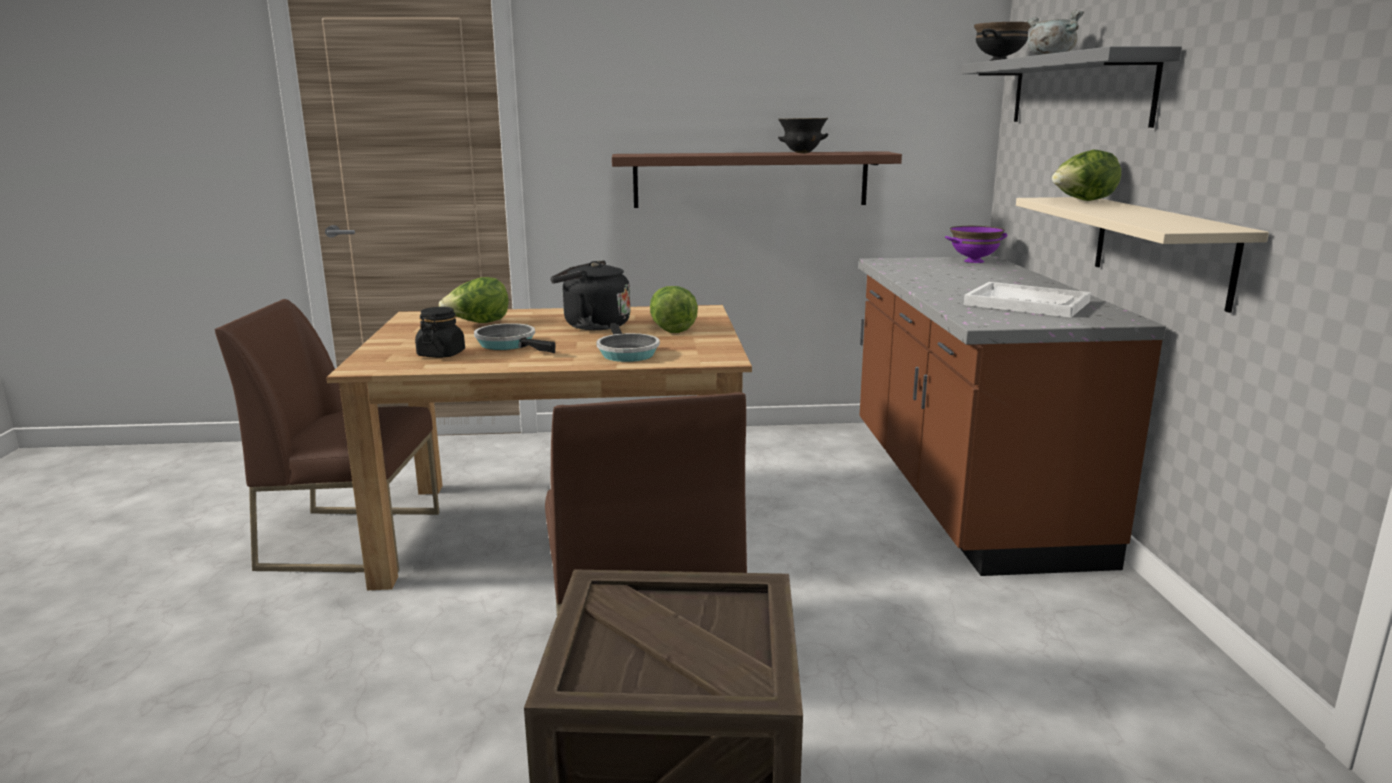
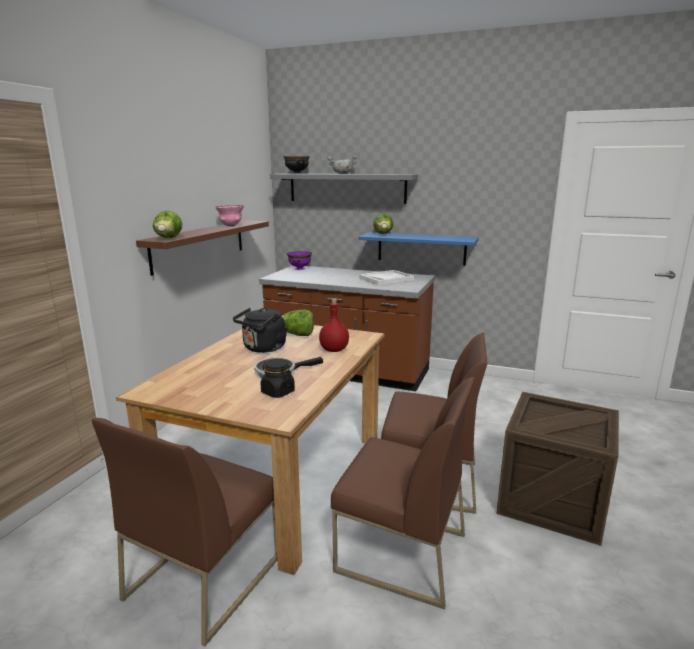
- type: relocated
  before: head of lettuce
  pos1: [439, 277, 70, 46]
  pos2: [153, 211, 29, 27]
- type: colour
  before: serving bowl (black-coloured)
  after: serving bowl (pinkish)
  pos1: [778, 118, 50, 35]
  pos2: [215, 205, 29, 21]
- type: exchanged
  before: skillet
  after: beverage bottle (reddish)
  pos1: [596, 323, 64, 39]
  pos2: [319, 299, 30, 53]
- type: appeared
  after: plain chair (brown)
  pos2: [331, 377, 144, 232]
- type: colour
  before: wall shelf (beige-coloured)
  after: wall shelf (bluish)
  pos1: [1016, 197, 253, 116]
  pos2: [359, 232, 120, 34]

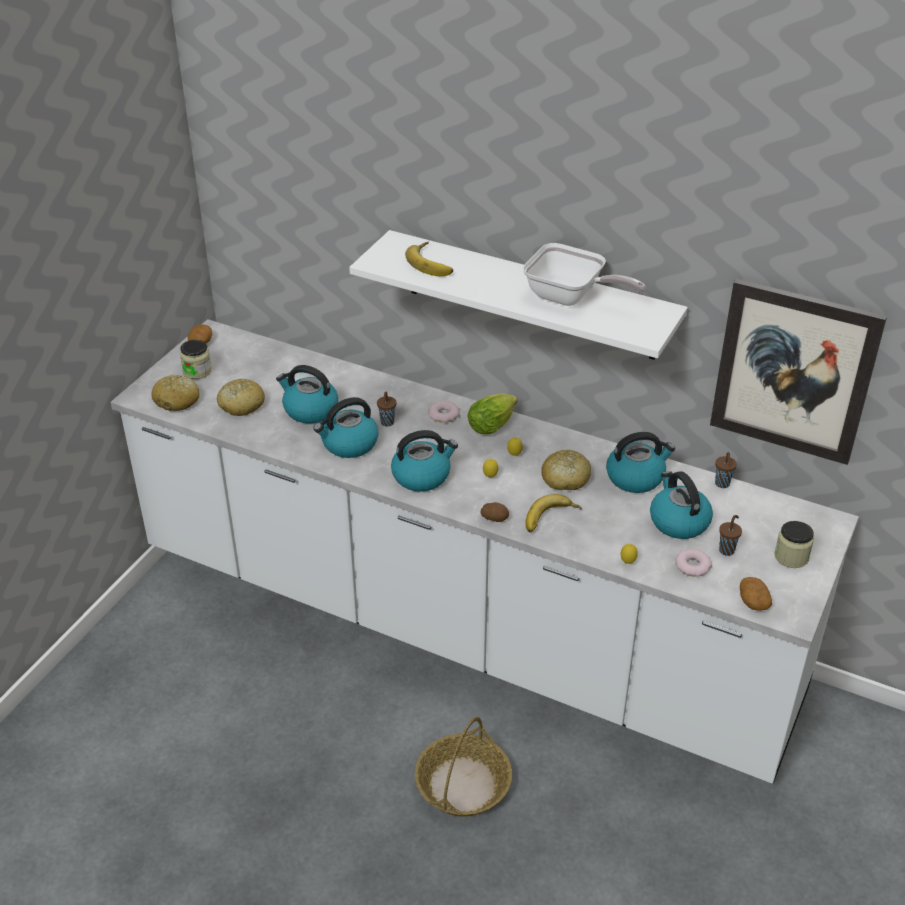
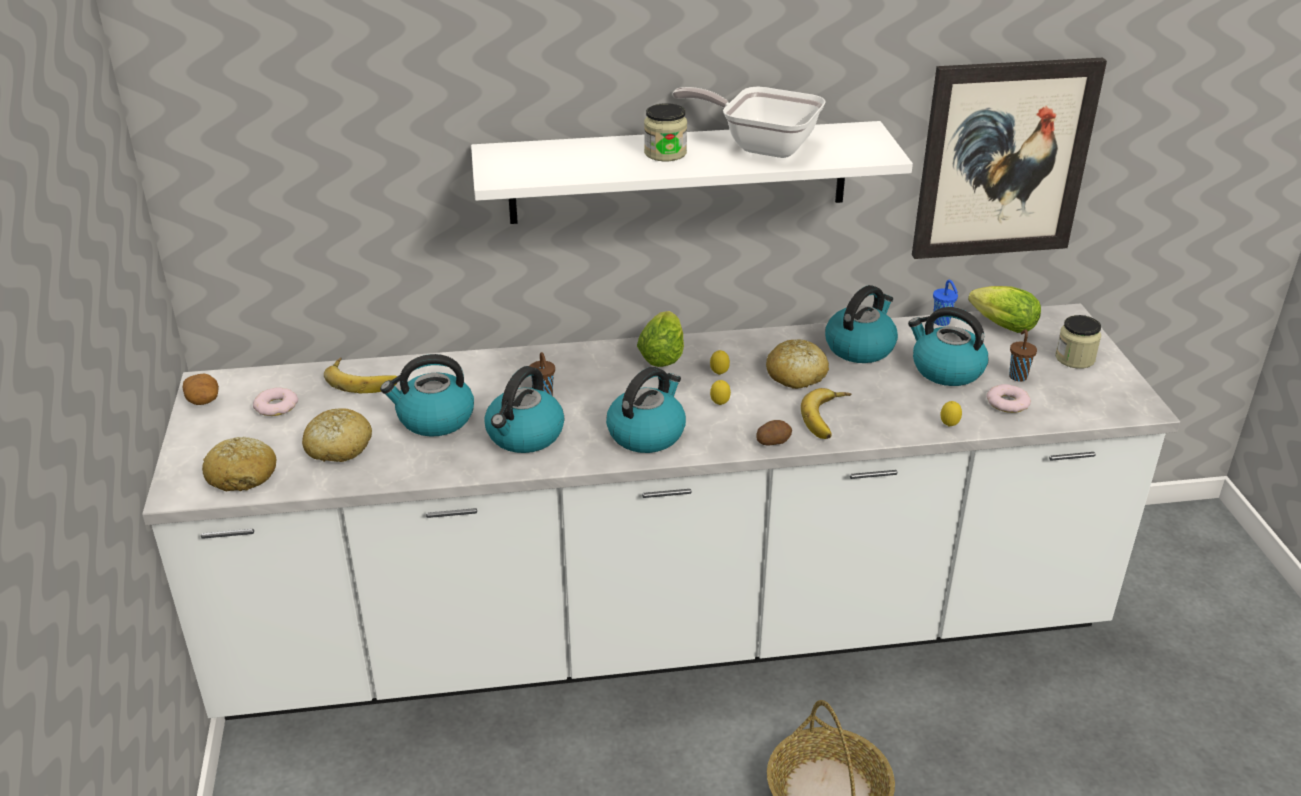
- type: relocated
  before: donut
  pos1: [428, 401, 32, 22]
  pos2: [253, 387, 45, 29]
- type: relocated
  before: whole banana
  pos1: [405, 242, 48, 35]
  pos2: [324, 358, 74, 35]
- type: relocated
  before: storage jar
  pos1: [180, 340, 32, 39]
  pos2: [644, 103, 43, 58]
- type: spun
  before: skillet
  pos1: [523, 243, 123, 63]
  pos2: [673, 87, 153, 71]
  turn: -150
- type: colour
  before: cup (brown)
  after: cup (bluish)
  pos1: [715, 452, 22, 36]
  pos2: [933, 280, 25, 46]
- type: appeared
  after: head of lettuce
  pos2: [968, 286, 73, 47]
- type: missing
  before: potato
  pos1: [740, 577, 32, 34]

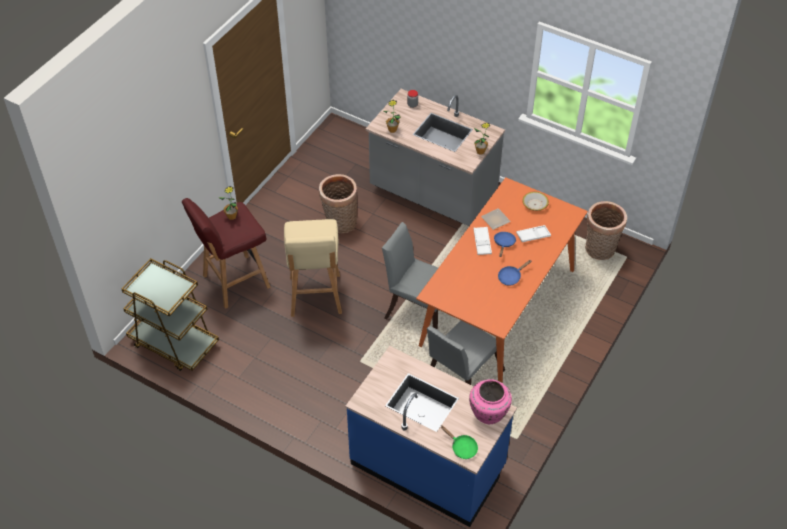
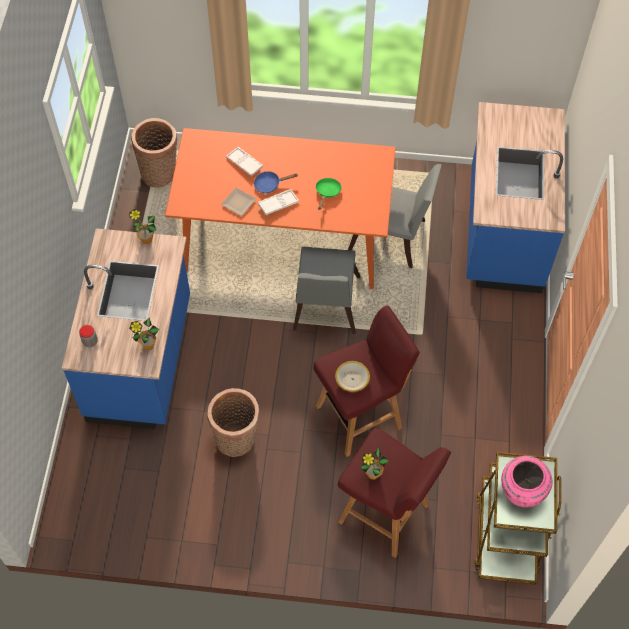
- type: colour
  before: kitchen counter (grey)
  after: kitchen counter (bluish)
  pos1: [366, 89, 139, 137]
  pos2: [62, 228, 128, 201]
- type: colour
  before: stool (beige-coloured)
  after: stool (reddish)
  pos1: [284, 219, 58, 98]
  pos2: [313, 306, 107, 151]
- type: relocated
  before: skillet (greenish)
  pos1: [440, 426, 38, 33]
  pos2: [316, 178, 25, 32]
- type: relocated
  before: serving bowl
  pos1: [522, 191, 27, 20]
  pos2: [335, 361, 35, 31]
- type: relocated
  before: vase (pinkish)
  pos1: [469, 379, 43, 45]
  pos2: [501, 456, 51, 52]
- type: missing
  before: skillet (bluish)
  pos1: [498, 260, 34, 26]

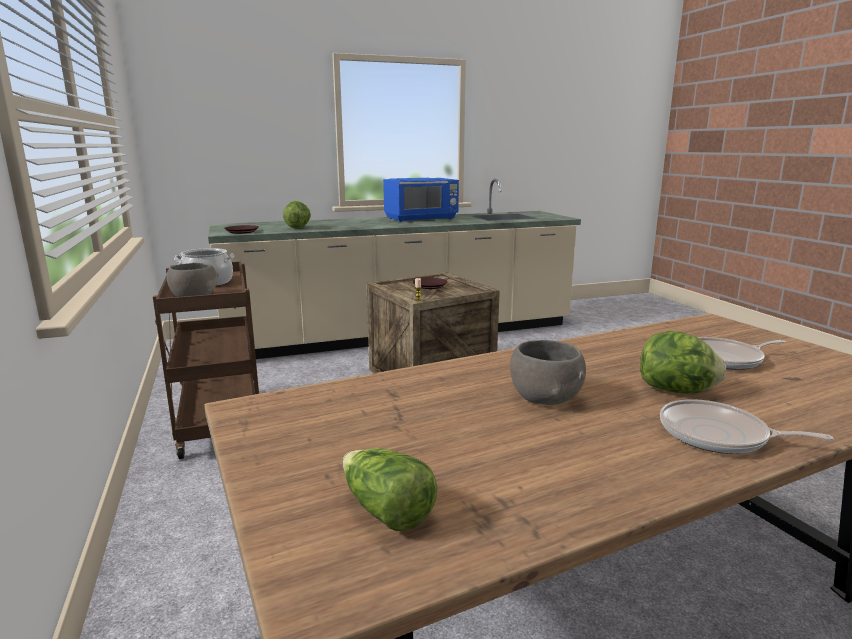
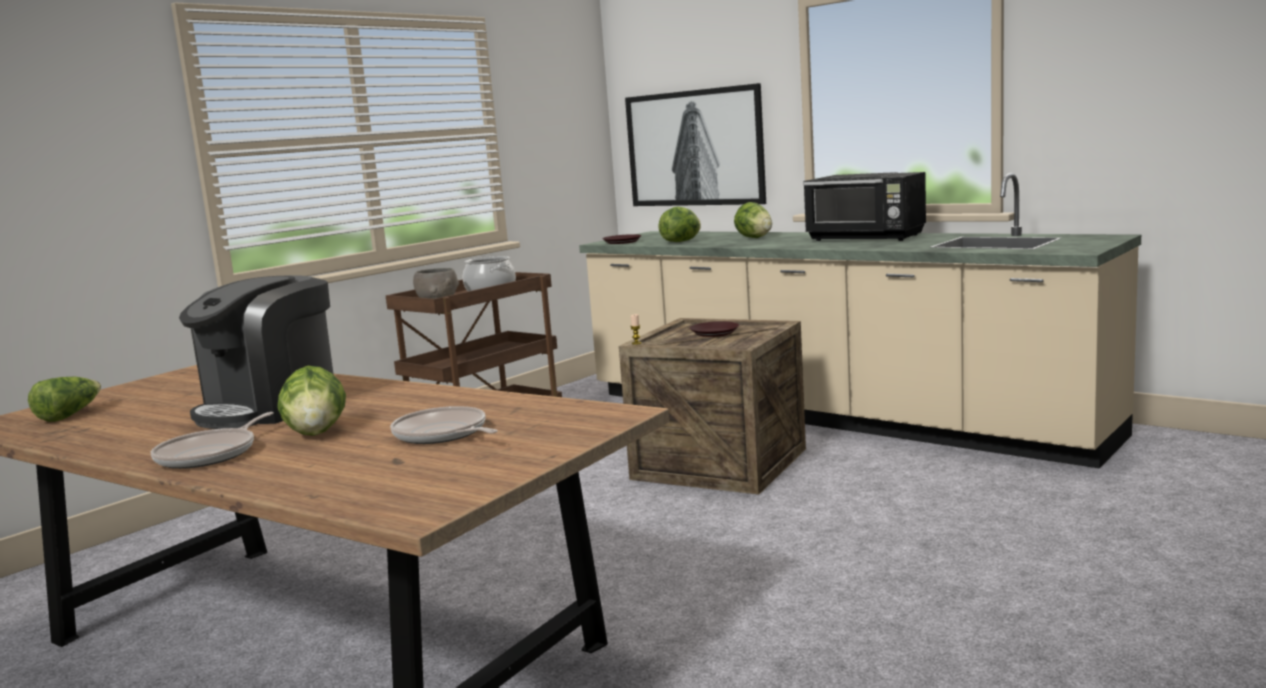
- type: spun
  before: skillet
  pos1: [660, 399, 174, 55]
  pos2: [151, 412, 123, 57]
  turn: -150
- type: exchanged
  before: serving bowl (grey)
  after: coffee brewer
  pos1: [510, 340, 76, 65]
  pos2: [179, 275, 155, 154]
- type: appeared
  after: wall picture
  pos2: [625, 83, 141, 123]
- type: appeared
  after: head of lettuce
  pos2: [734, 202, 38, 36]
- type: colour
  before: microwave (bluish)
  after: microwave (black-coloured)
  pos1: [383, 178, 76, 44]
  pos2: [803, 172, 123, 69]

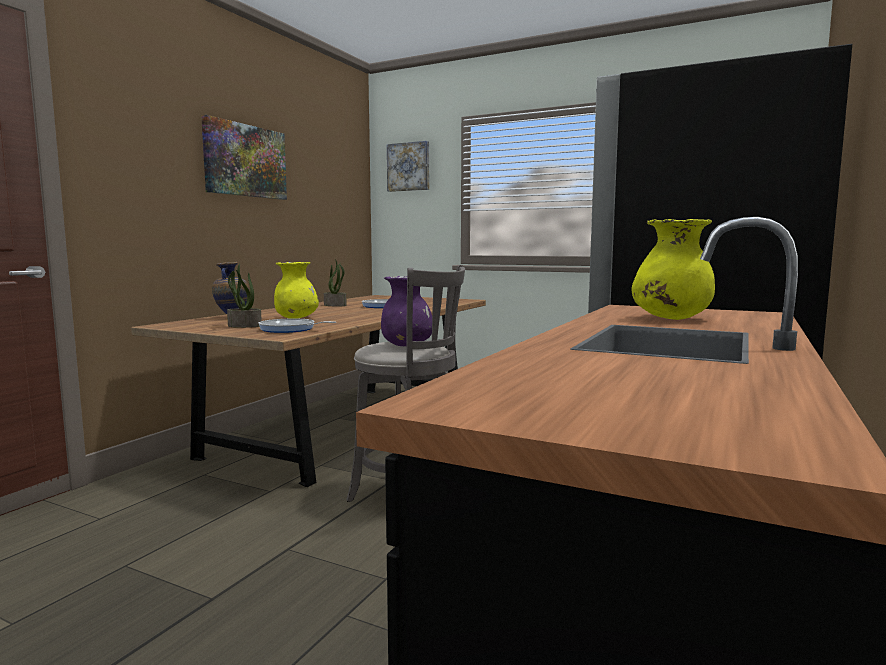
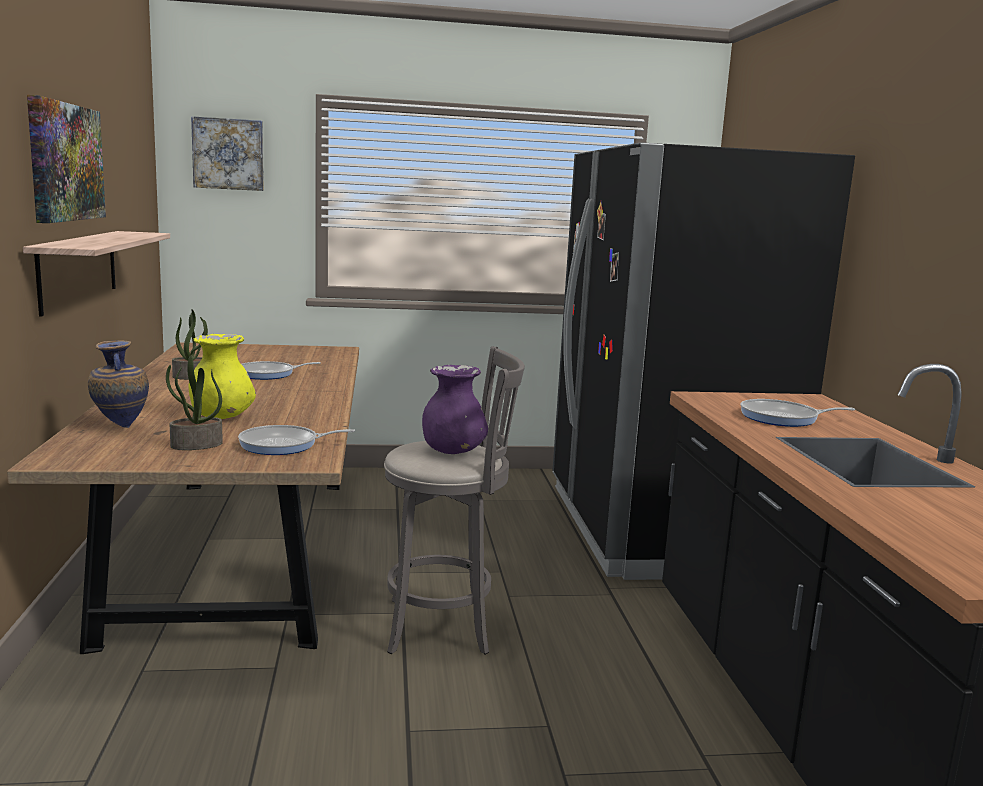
- type: appeared
  after: wall shelf
  pos2: [23, 231, 147, 86]
- type: exchanged
  before: vase (yellow)
  after: skillet
  pos1: [632, 219, 83, 101]
  pos2: [741, 399, 114, 28]

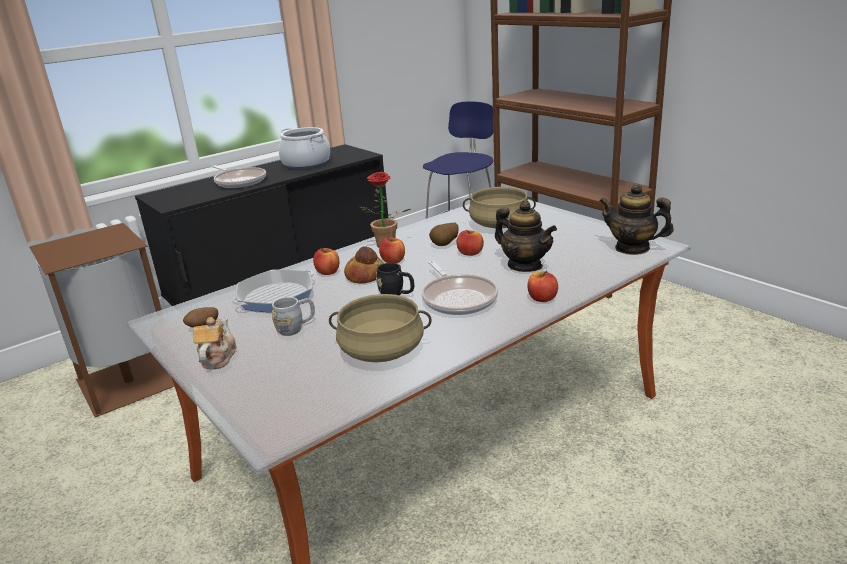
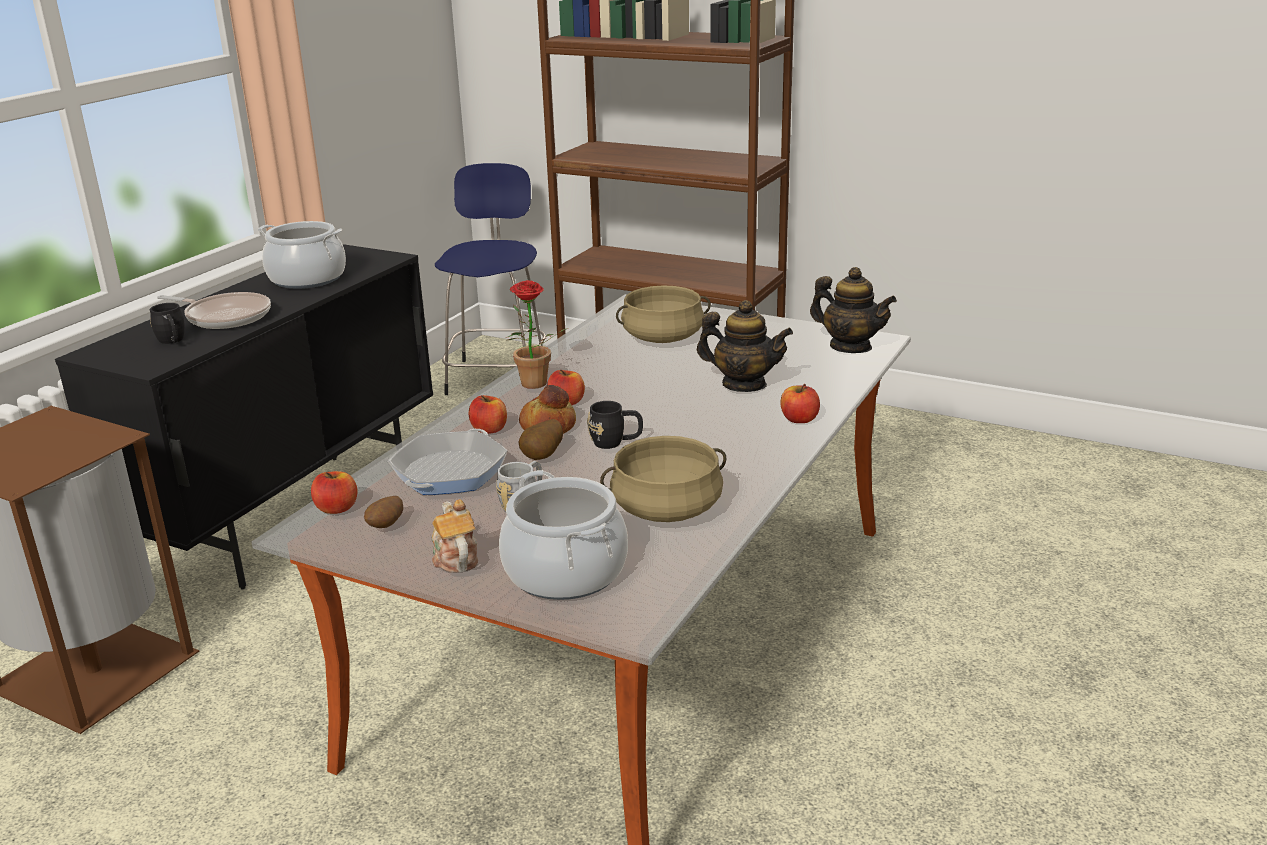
- type: appeared
  after: tea mug (black-coloured)
  pos2: [150, 303, 35, 41]
- type: relocated
  before: apple fruit
  pos1: [457, 230, 27, 26]
  pos2: [311, 471, 46, 43]
- type: appeared
  after: saucepot
  pos2: [499, 470, 129, 130]
- type: relocated
  before: potato
  pos1: [429, 223, 30, 23]
  pos2: [518, 419, 45, 41]
- type: spun
  before: tea pot
  pos1: [600, 184, 74, 71]
  pos2: [810, 267, 87, 86]
  turn: -150
- type: missing
  before: skillet
  pos1: [422, 261, 76, 54]

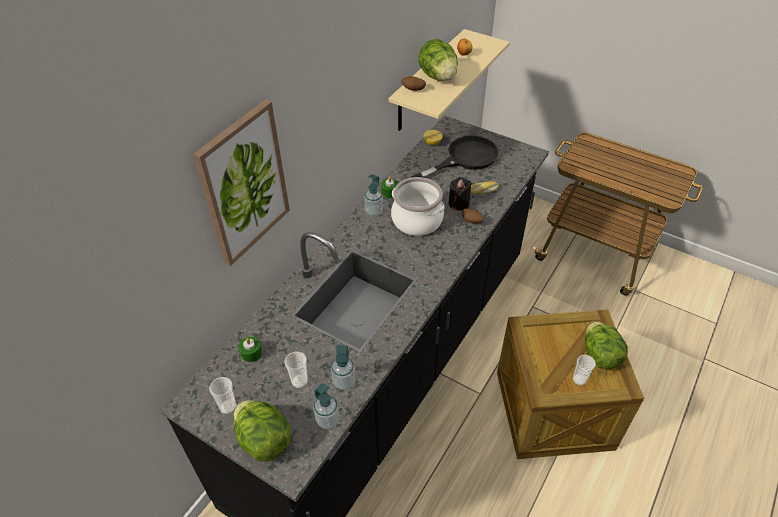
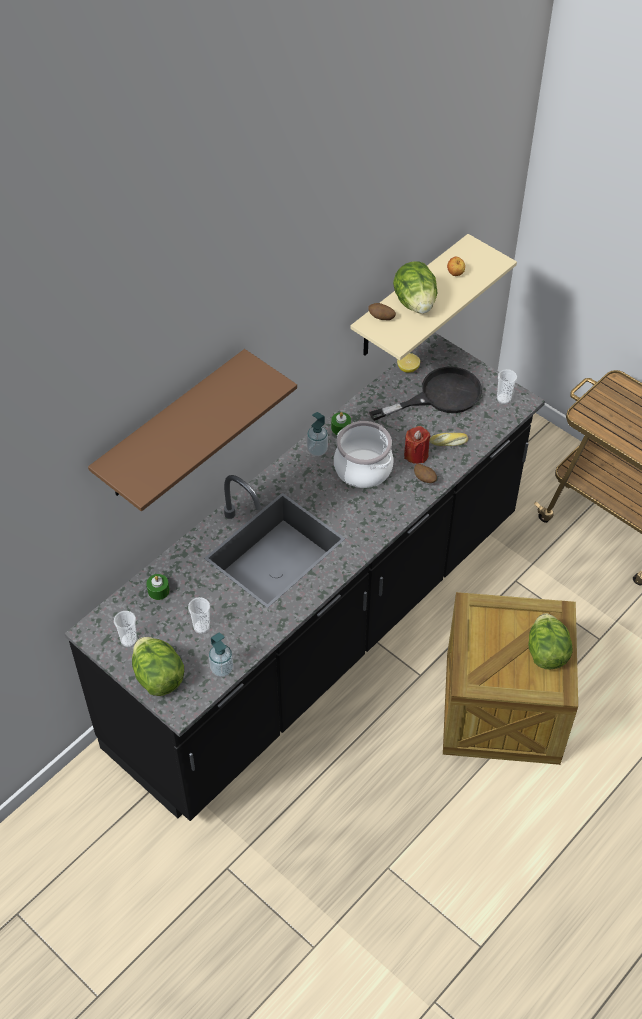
- type: exchanged
  before: wall picture
  after: wall shelf (brown)
  pos1: [193, 100, 97, 166]
  pos2: [88, 349, 209, 162]
- type: colour
  before: wax candle (black-coloured)
  after: wax candle (reddish)
  pos1: [449, 177, 23, 34]
  pos2: [404, 426, 27, 38]
- type: relocated
  before: cup
  pos1: [573, 355, 23, 30]
  pos2: [497, 369, 20, 35]
- type: missing
  before: soap bottle
  pos1: [331, 345, 24, 45]

